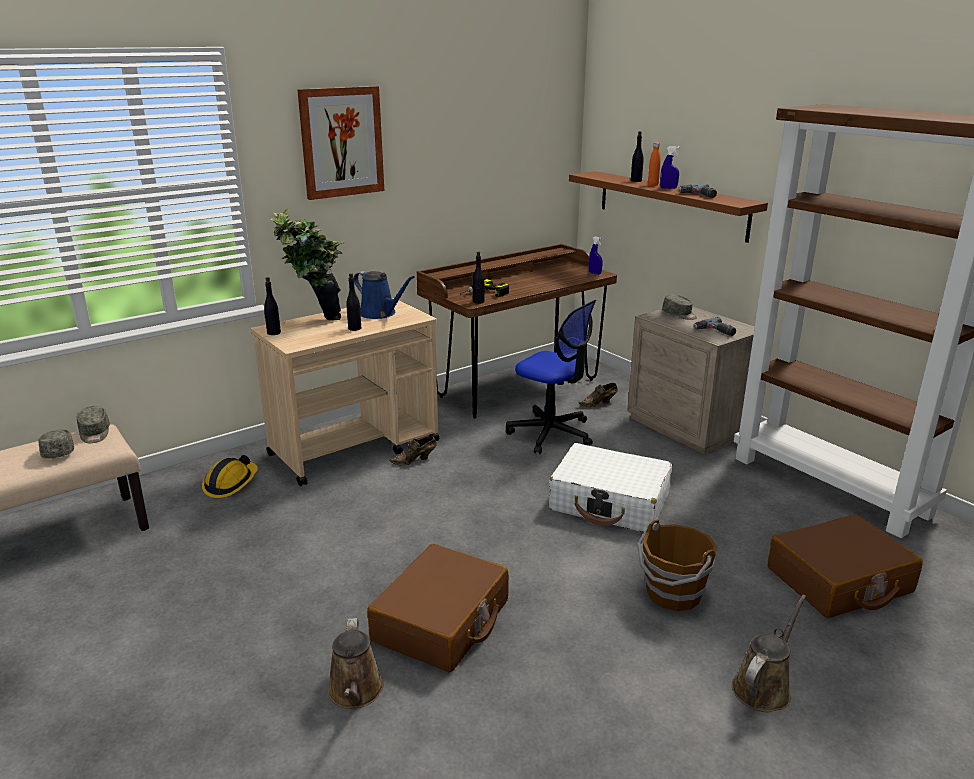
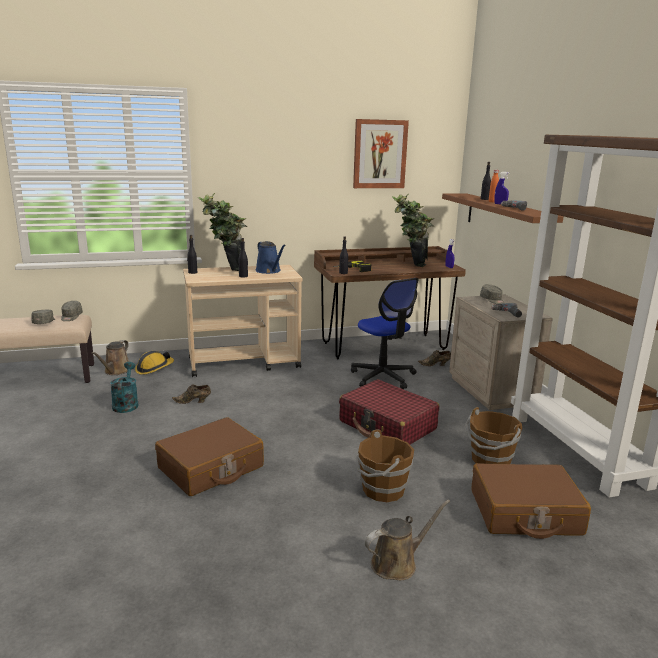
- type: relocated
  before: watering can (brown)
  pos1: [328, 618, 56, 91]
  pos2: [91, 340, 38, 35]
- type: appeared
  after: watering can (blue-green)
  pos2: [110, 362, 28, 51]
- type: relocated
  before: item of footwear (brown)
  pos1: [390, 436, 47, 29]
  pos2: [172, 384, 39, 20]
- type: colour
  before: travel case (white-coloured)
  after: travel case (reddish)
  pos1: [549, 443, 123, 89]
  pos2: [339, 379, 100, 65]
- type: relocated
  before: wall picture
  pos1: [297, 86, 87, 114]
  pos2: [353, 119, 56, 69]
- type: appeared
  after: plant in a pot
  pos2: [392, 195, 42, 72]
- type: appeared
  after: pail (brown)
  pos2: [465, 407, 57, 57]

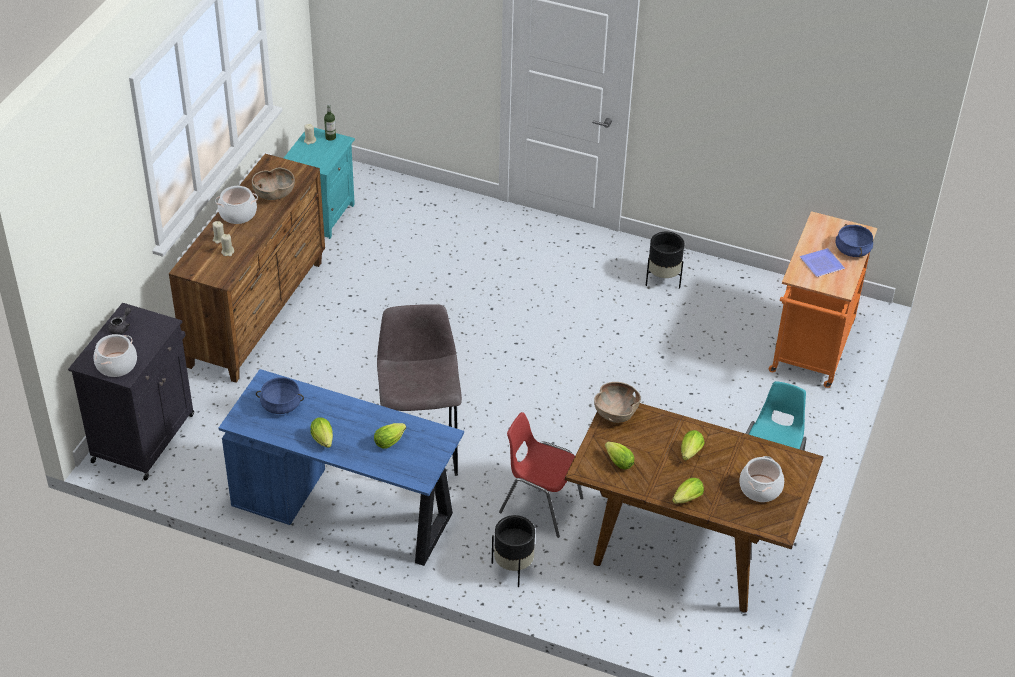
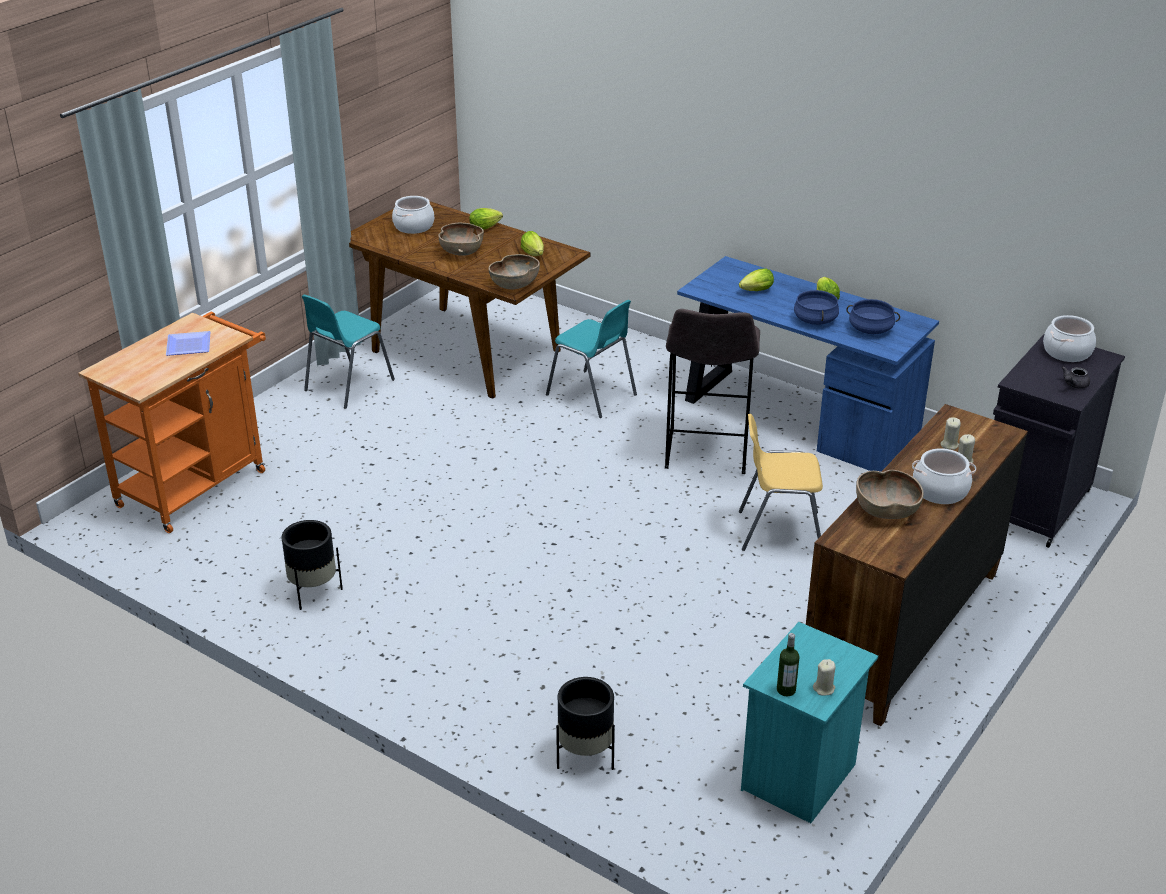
- type: exchanged
  before: head of lettuce
  after: serving bowl (brown)
  pos1: [681, 430, 23, 30]
  pos2: [438, 223, 46, 32]
- type: colour
  before: plain chair (reddish)
  after: plain chair (blue-green)
  pos1: [499, 412, 84, 126]
  pos2: [546, 300, 91, 118]
- type: relocated
  before: flower pot (black-coloured)
  pos1: [492, 515, 43, 72]
  pos2: [556, 677, 59, 93]
- type: appeared
  after: plain chair (yellow)
  pos2: [739, 414, 84, 137]
- type: relocated
  before: saucepot (bluish)
  pos1: [835, 224, 38, 33]
  pos2: [794, 290, 45, 35]

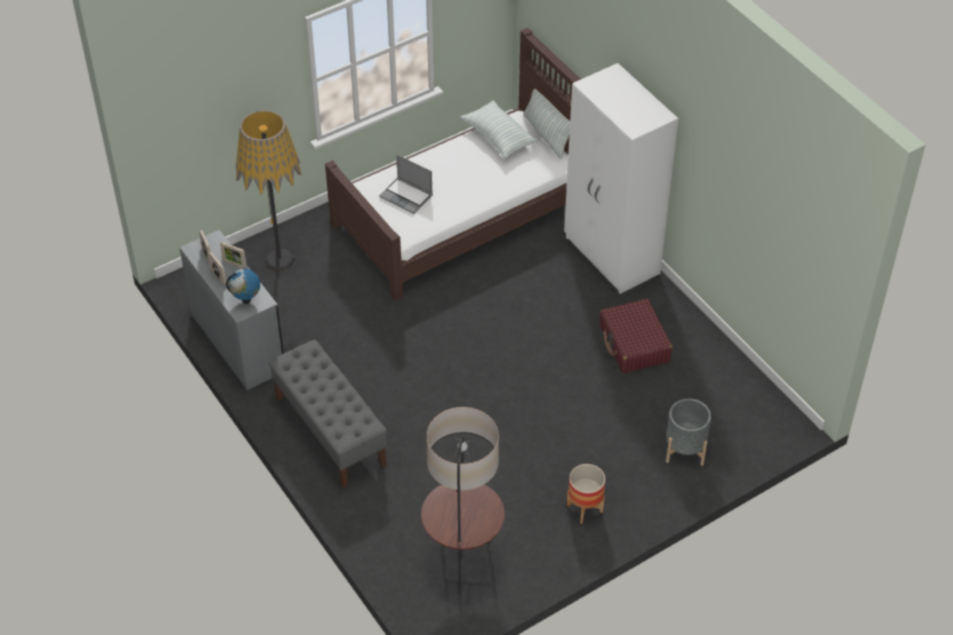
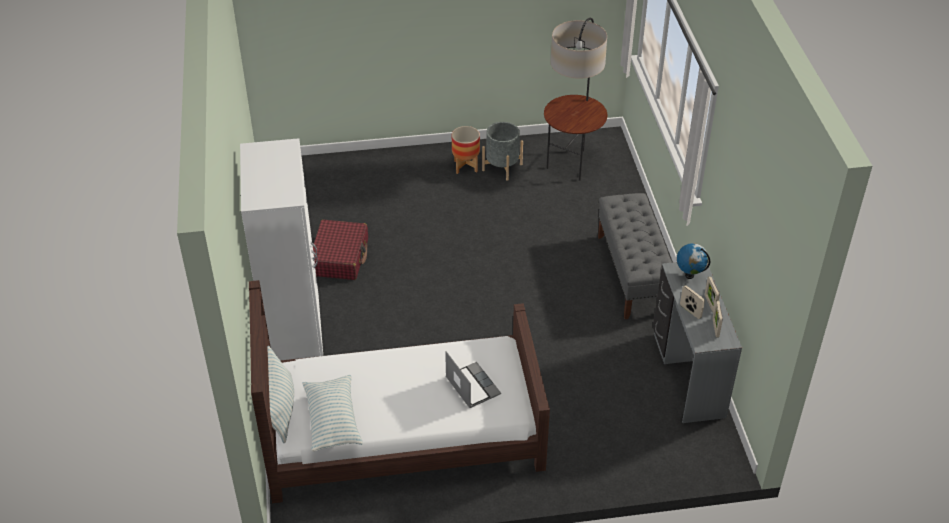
- type: relocated
  before: flower pot (grey)
  pos1: [666, 399, 45, 67]
  pos2: [482, 122, 41, 58]
- type: missing
  before: floor lamp
  pos1: [236, 110, 65, 161]

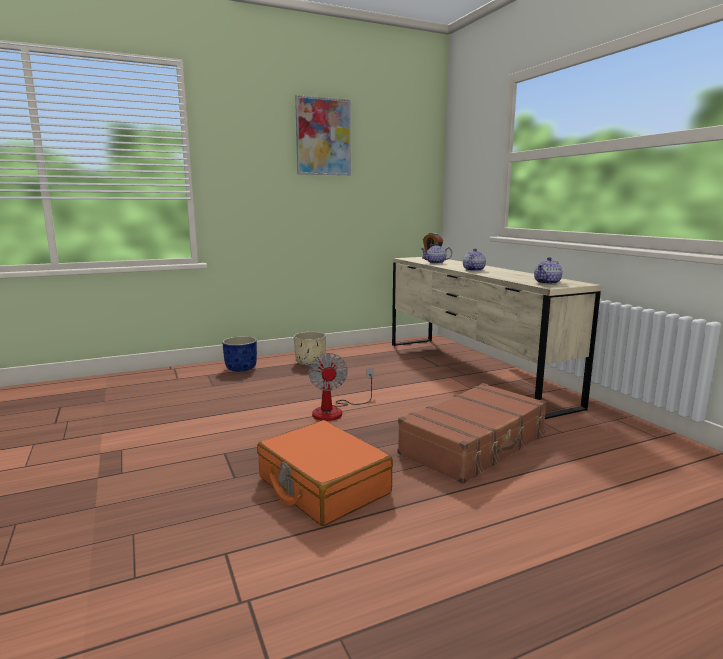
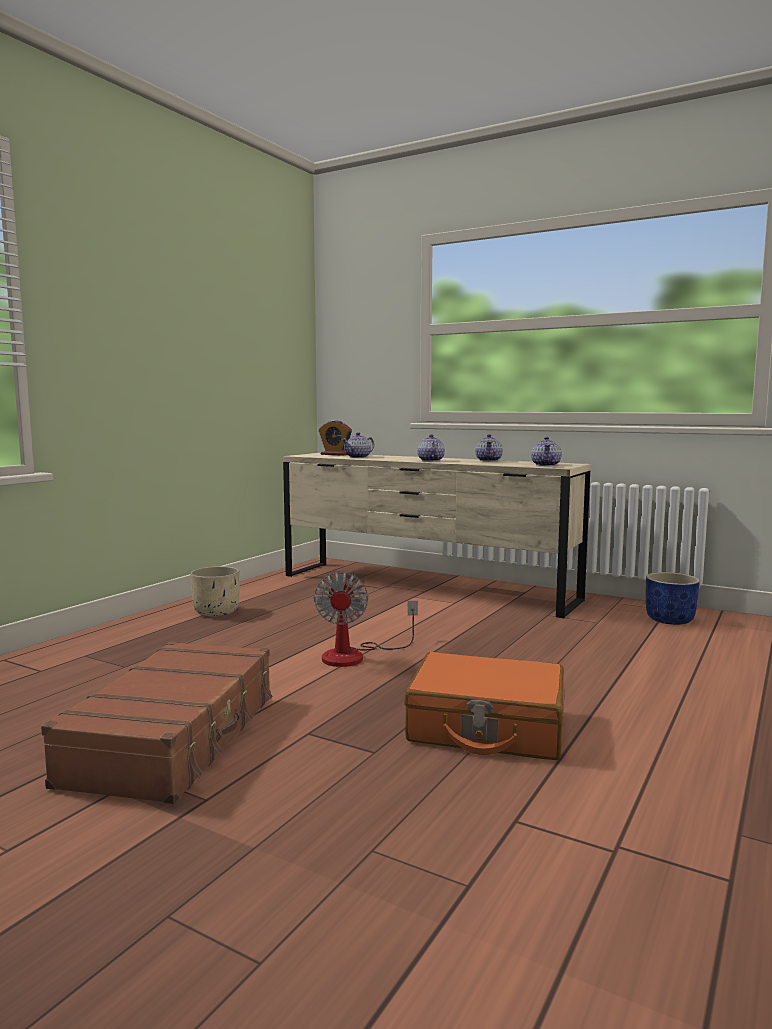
- type: relocated
  before: travel case (brown)
  pos1: [397, 383, 150, 101]
  pos2: [41, 641, 232, 163]
- type: spun
  before: cooling fan
  pos1: [308, 353, 66, 68]
  pos2: [314, 572, 104, 95]
  turn: 45
- type: appeared
  after: tea pot
  pos2: [475, 434, 28, 27]
- type: relocated
  before: flower pot (bluish)
  pos1: [222, 336, 35, 36]
  pos2: [646, 572, 54, 53]
- type: missing
  before: wall picture
  pos1: [295, 95, 56, 81]

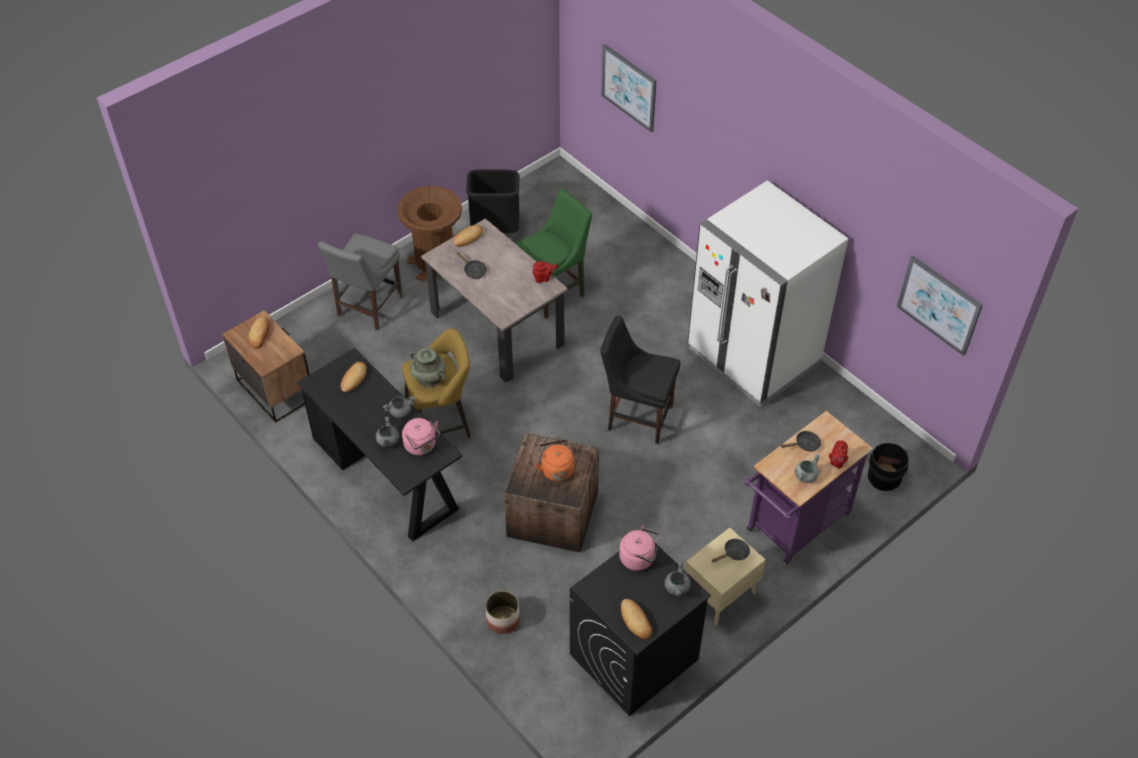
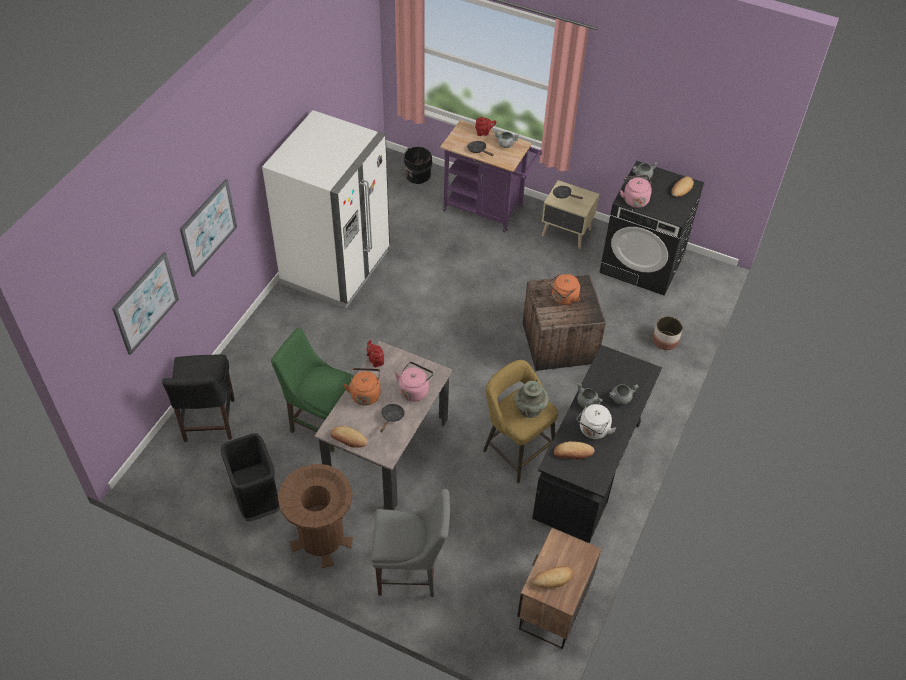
- type: relocated
  before: plain chair (black-coloured)
  pos1: [600, 315, 81, 129]
  pos2: [162, 354, 73, 88]
- type: relocated
  before: wall picture
  pos1: [897, 256, 86, 100]
  pos2: [180, 179, 57, 98]
- type: appeared
  after: tea kettle (orangey)
  pos2: [343, 368, 38, 38]
- type: relocated
  before: tea kettle (pinkish)
  pos1: [402, 418, 38, 37]
  pos2: [395, 362, 39, 40]
- type: appeared
  after: tea kettle (white-coloured)
  pos2: [577, 404, 39, 35]

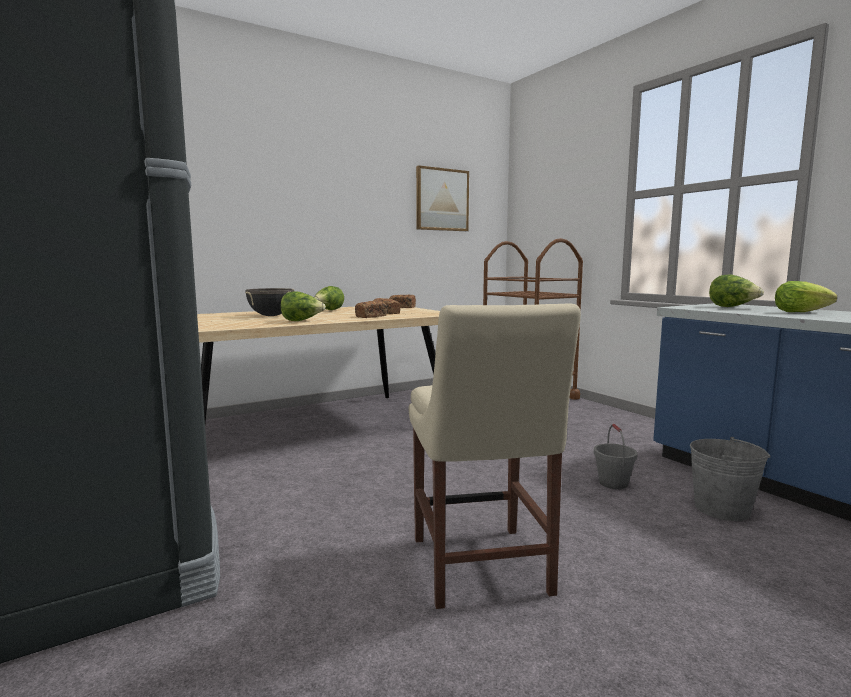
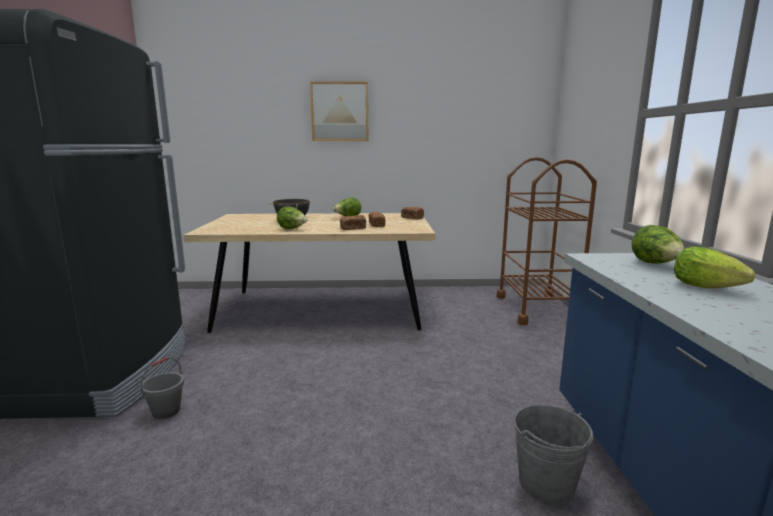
- type: relocated
  before: pail (grey)
  pos1: [594, 424, 44, 65]
  pos2: [140, 357, 44, 62]
- type: relocated
  before: wall picture
  pos1: [416, 165, 53, 66]
  pos2: [310, 81, 59, 60]
- type: missing
  before: plain chair (beige-coloured)
  pos1: [409, 304, 172, 305]

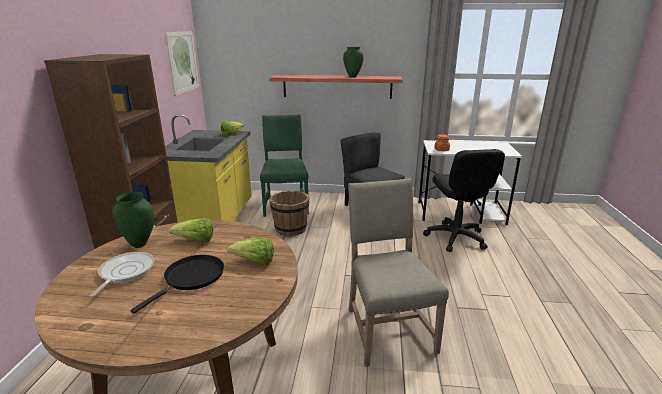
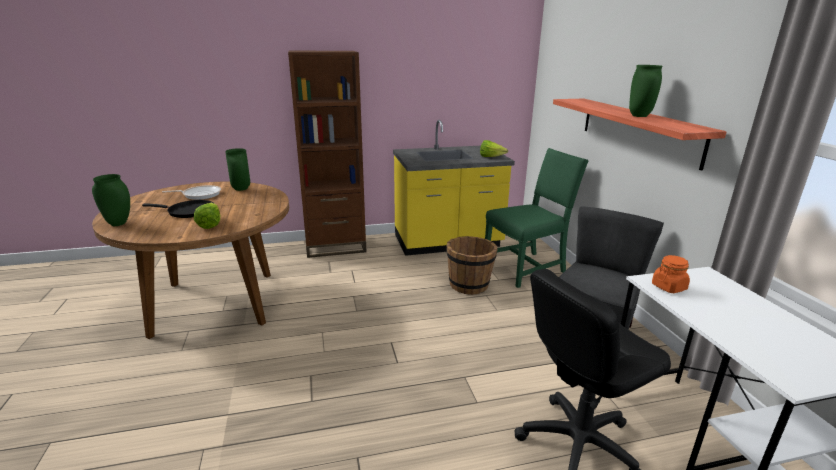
- type: appeared
  after: vase (greenish)
  pos2: [92, 174, 38, 52]
- type: missing
  before: wall picture
  pos1: [165, 31, 34, 65]
- type: missing
  before: head of lettuce
  pos1: [169, 218, 44, 24]
- type: missing
  before: plain chair (beige-coloured)
  pos1: [348, 178, 101, 189]

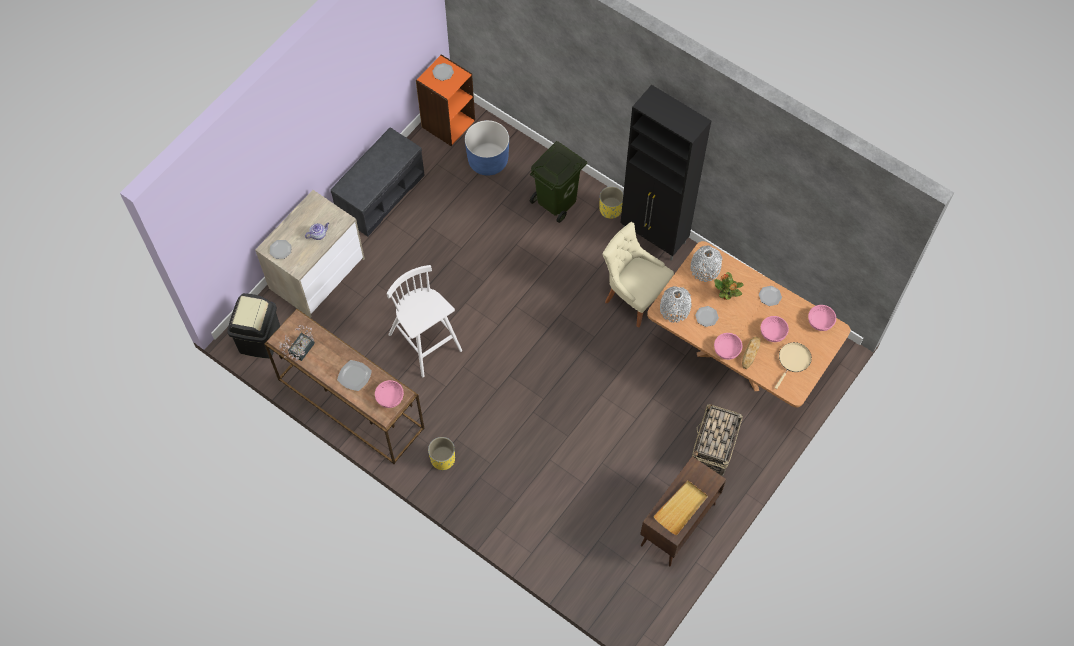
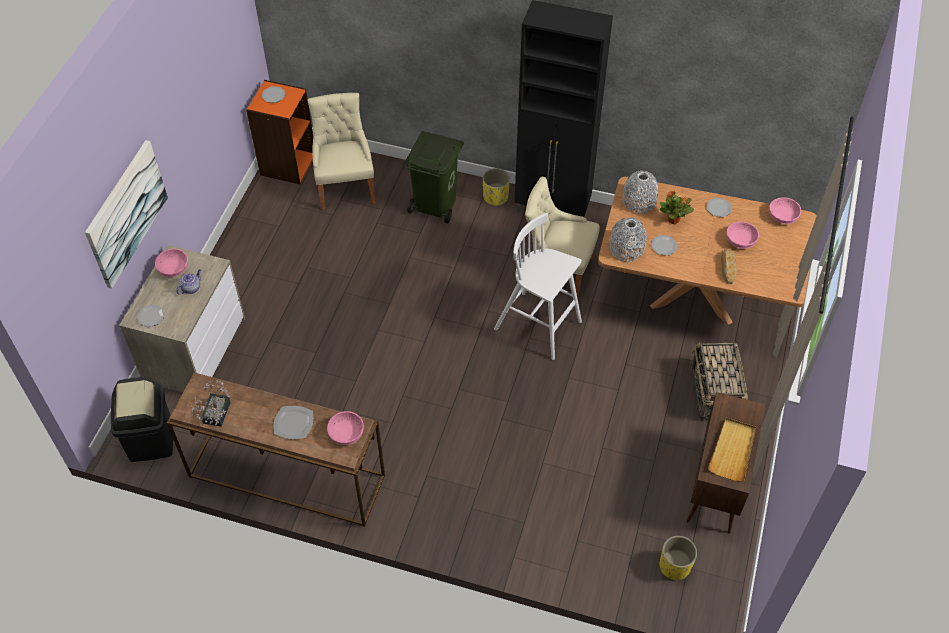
- type: appeared
  after: wall picture
  pos2: [85, 140, 83, 149]
- type: relocated
  before: serving bowl (pinkish)
  pos1: [714, 333, 29, 27]
  pos2: [155, 249, 33, 28]
- type: exchanged
  before: flower pot (bluish)
  after: plain chair (beige-coloured)
  pos1: [465, 120, 44, 56]
  pos2: [308, 93, 67, 117]
- type: relocated
  before: stool (white-coloured)
  pos1: [387, 265, 75, 112]
  pos2: [494, 213, 88, 147]
- type: relocated
  before: flower pot (yellow)
  pos1: [428, 437, 27, 33]
  pos2: [660, 536, 37, 44]
- type: missing
  before: indoor bench (grey)
  pos1: [330, 128, 95, 109]
- type: missing
  before: skillet (beige-coloured)
  pos1: [774, 342, 38, 47]

